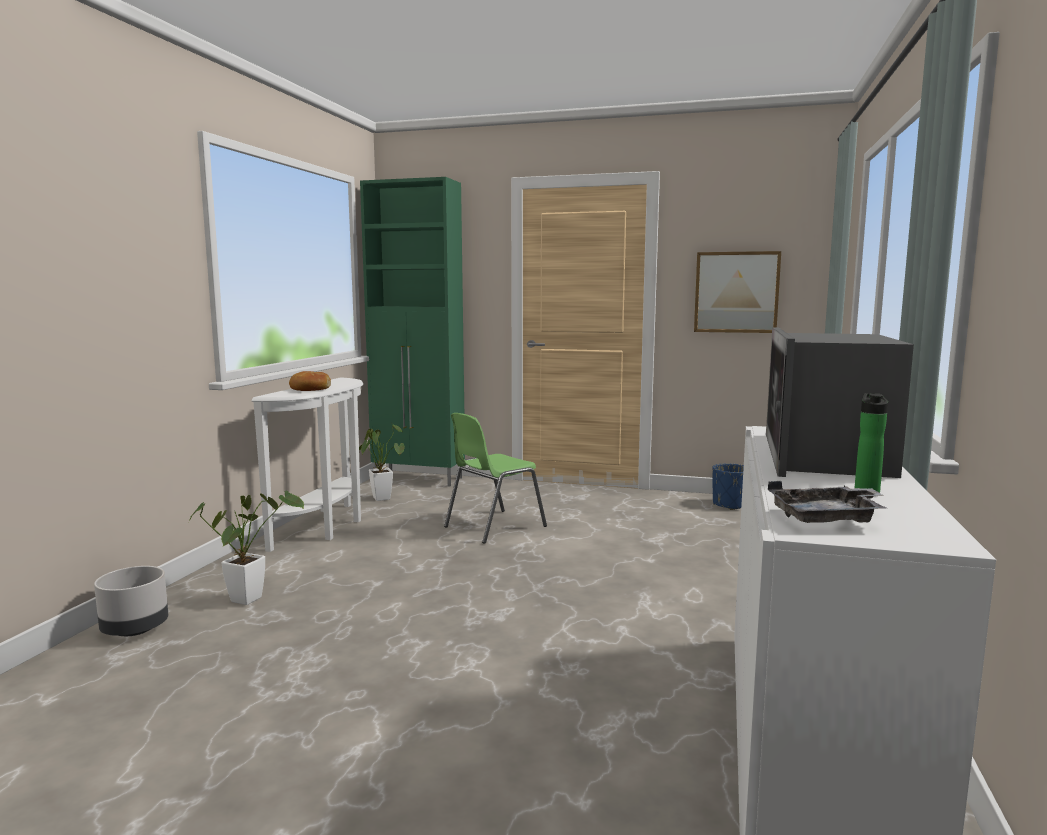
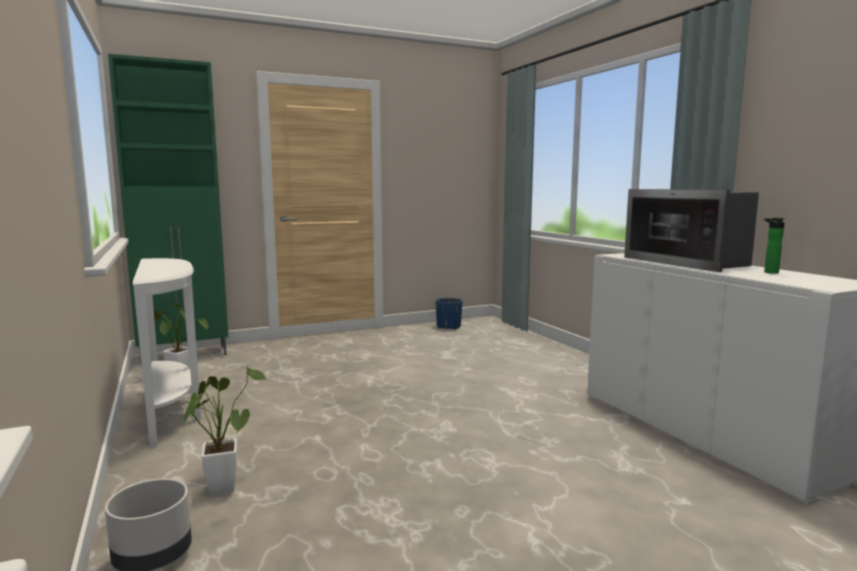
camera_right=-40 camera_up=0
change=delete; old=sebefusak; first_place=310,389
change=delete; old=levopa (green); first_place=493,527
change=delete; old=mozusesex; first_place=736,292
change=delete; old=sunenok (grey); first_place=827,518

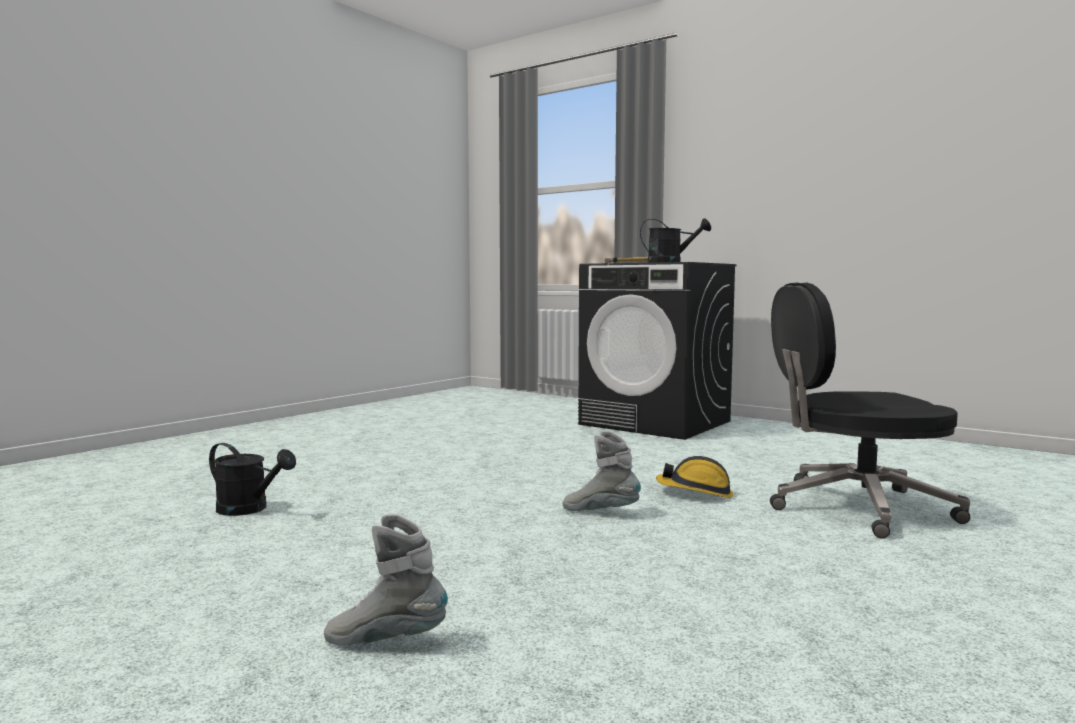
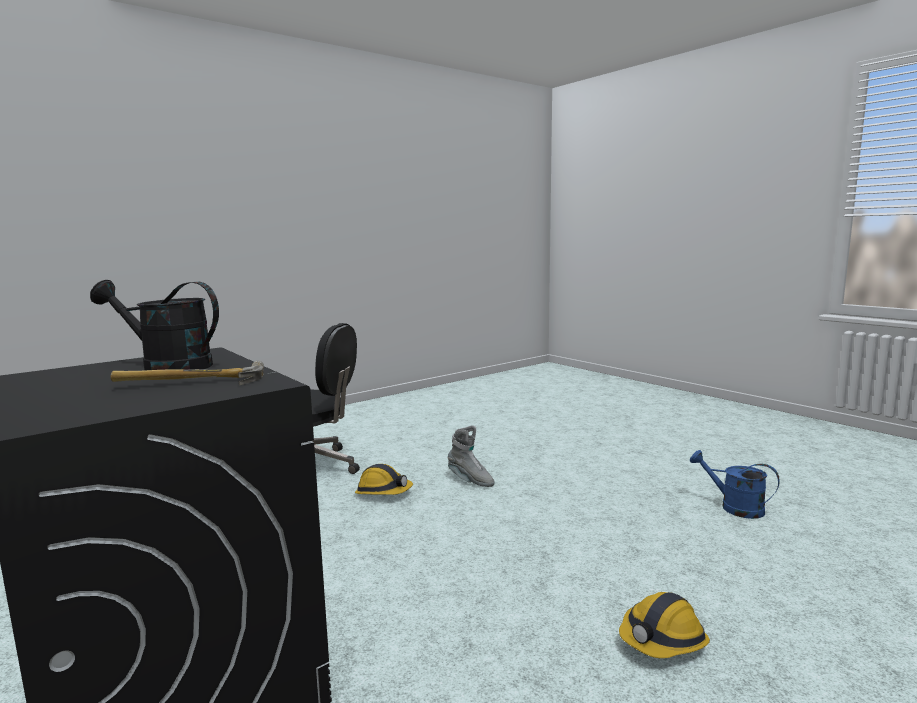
camera_right=-165 camera_up=5
change=insert; new=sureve; second_place=662,640
change=recolor; old=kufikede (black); new=kufikede (blue); first_place=249,509; second_place=734,507
change=delete; old=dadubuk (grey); first_place=386,640

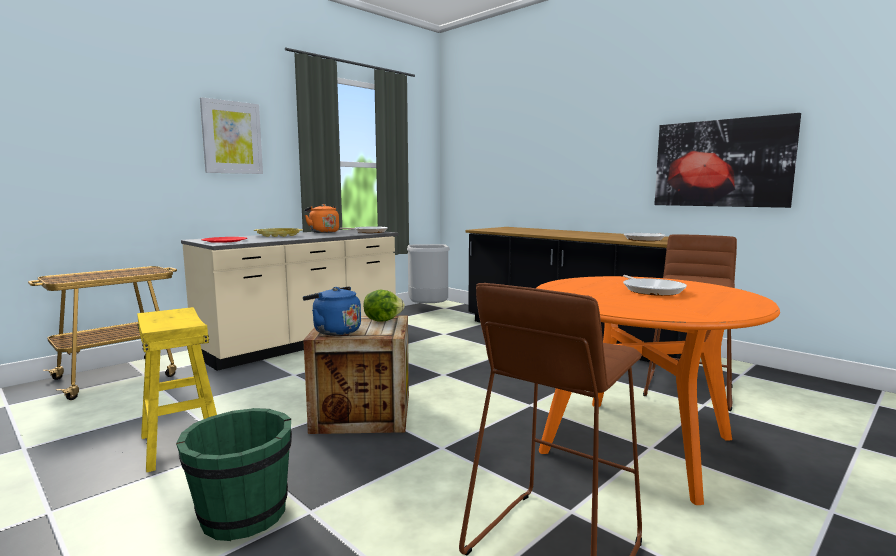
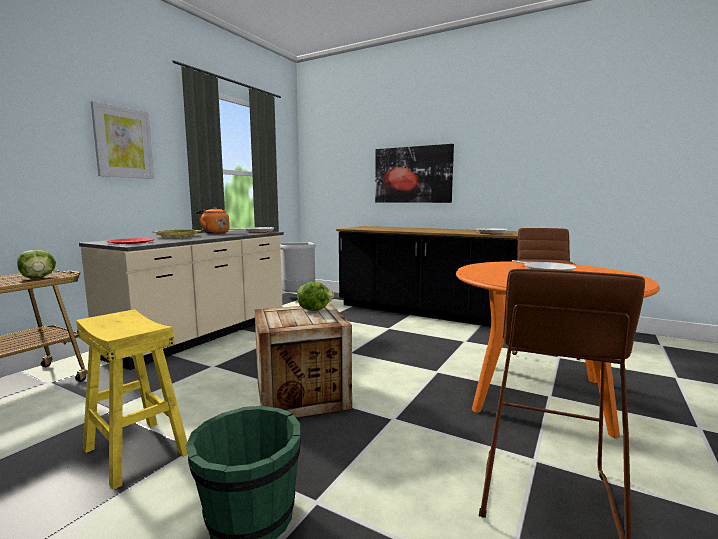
camera_right=-15 camera_up=0
change=insert; new=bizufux; second_place=38,278
change=move; old=mozusesex; first_place=721,163; second_place=412,175
change=delete; old=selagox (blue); first_place=334,331

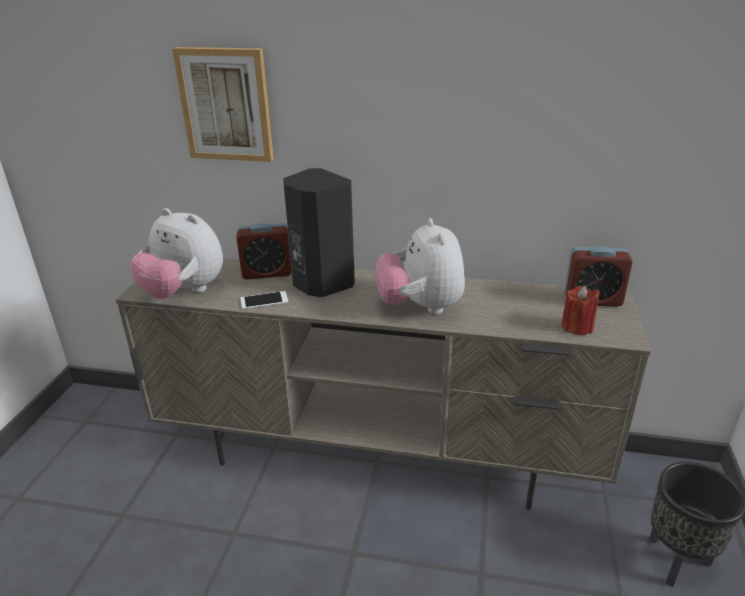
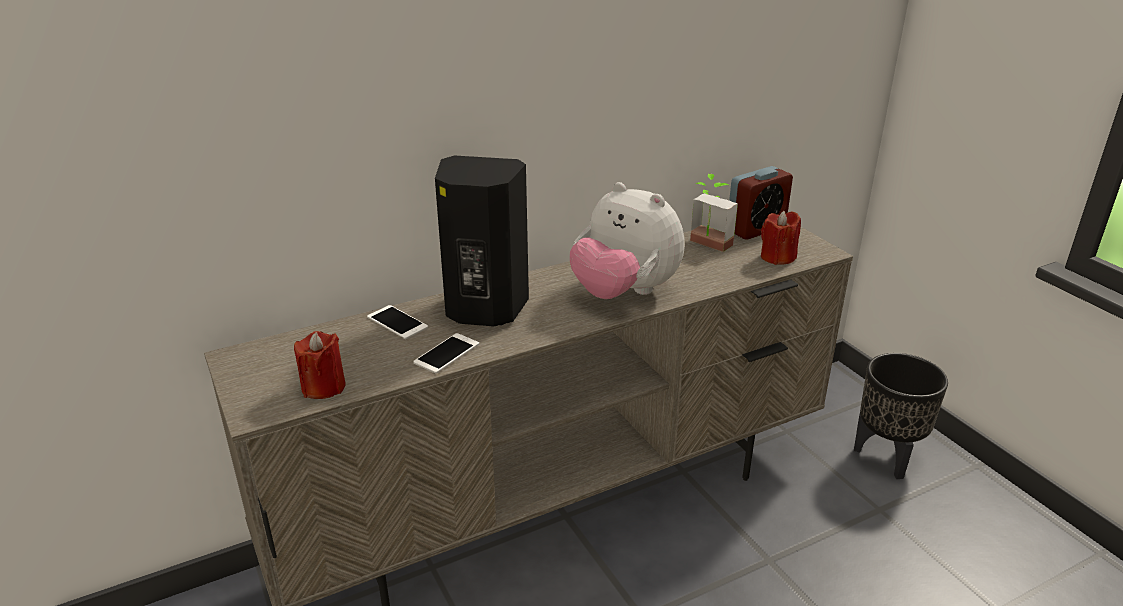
camera_right=-40 camera_up=0
change=replace; old=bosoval; new=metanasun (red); first_place=184,292; second_place=323,387
change=replace; old=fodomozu; new=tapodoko; first_place=267,273; second_place=397,322
change=insert; new=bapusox; second_place=707,245
change=delete; old=mozusesex; first_place=226,104

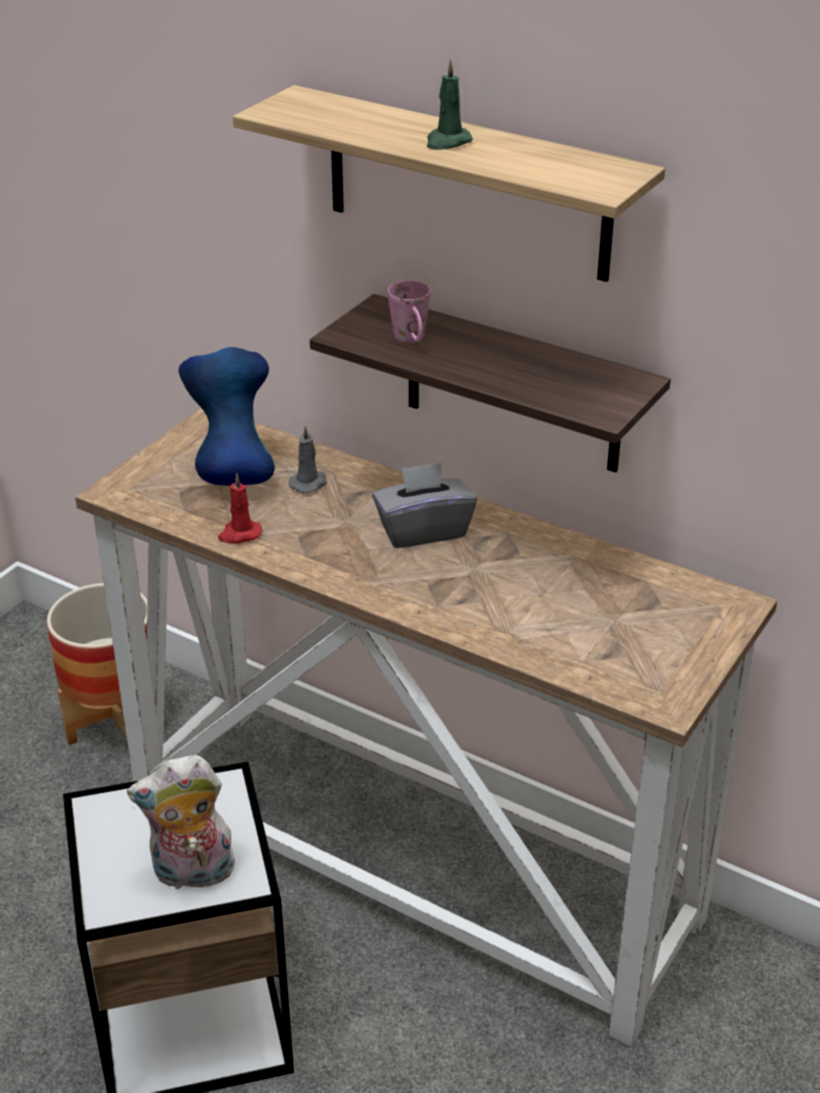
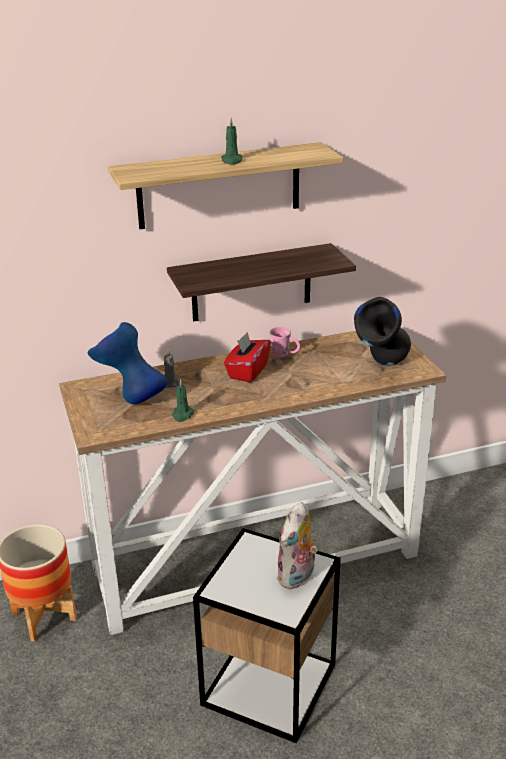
camera_right=-50 camera_up=-5
change=recolor; old=metanasun (red); new=metanasun (green); first_place=239,534; second_place=182,415
change=recolor; old=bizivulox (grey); new=bizivulox (red); first_place=423,530; second_place=247,371
change=move; old=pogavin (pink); first_place=412,340; second_place=285,354
change=insert; new=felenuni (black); second_place=381,367

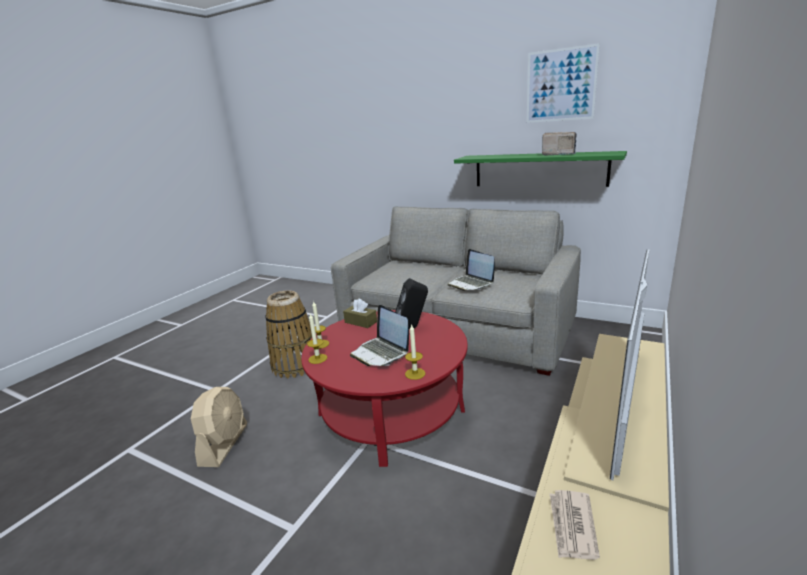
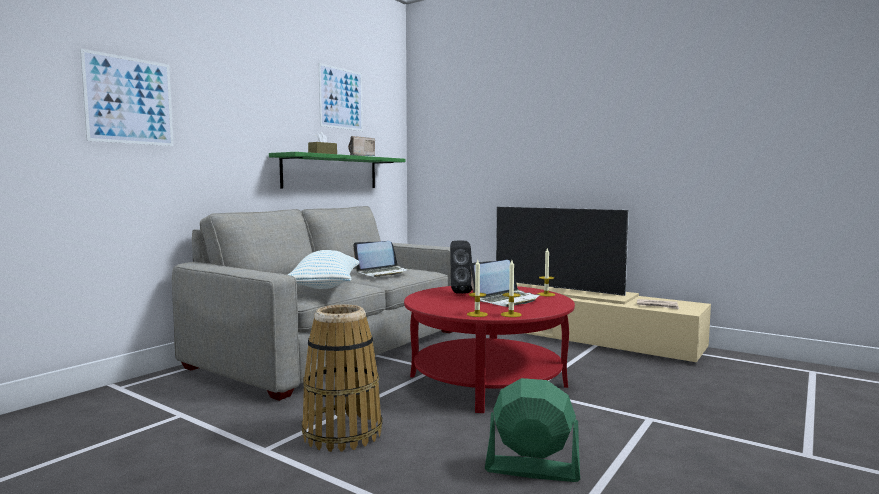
camera_right=-85 camera_up=-15
change=insert; new=mozusesex; second_place=129,100
change=insert; new=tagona; second_place=325,286
change=move; old=bizivulox (brown); first_place=360,322; second_place=322,154
change=recolor; old=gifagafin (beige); new=gifagafin (green); first_place=224,444; second_place=531,469

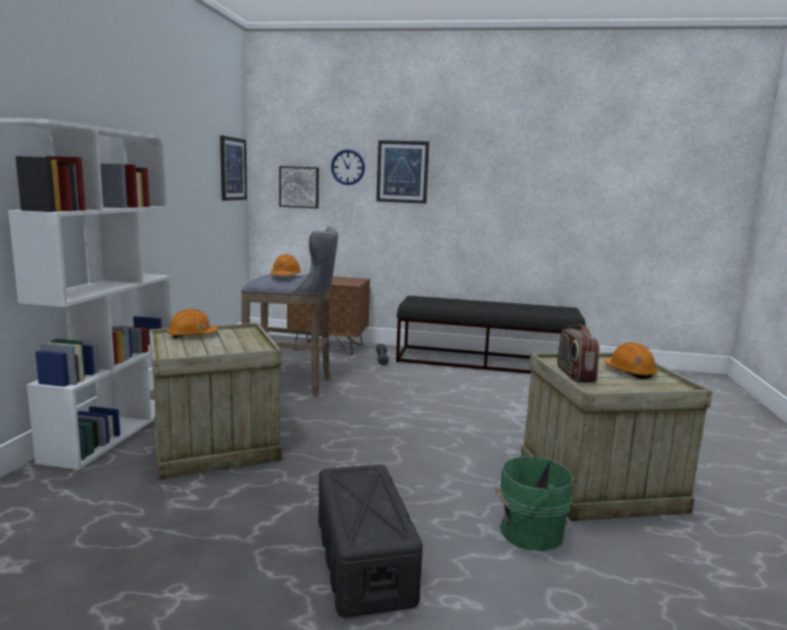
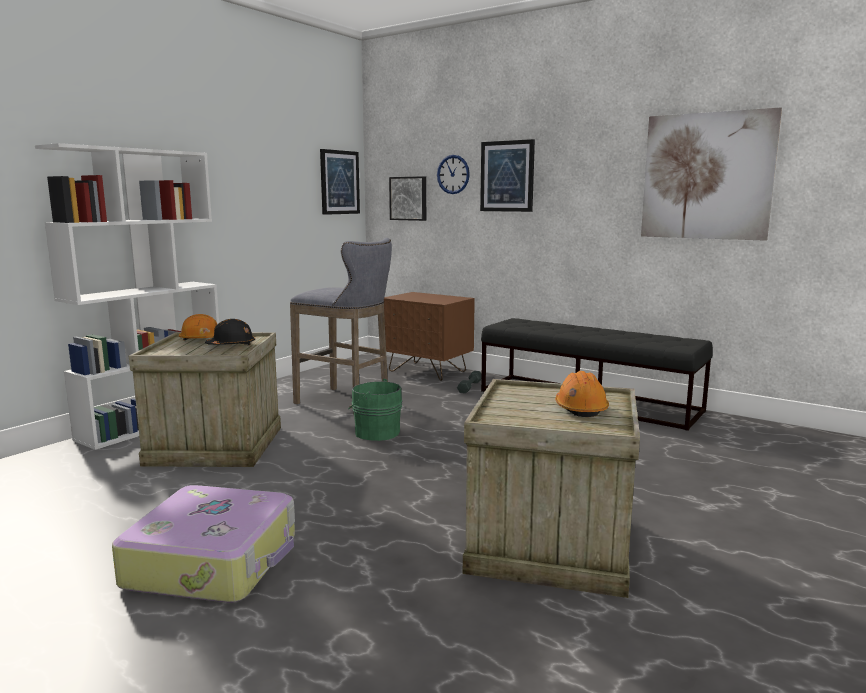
camera_right=25 camera_up=0
change=replace; old=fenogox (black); new=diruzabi; first_place=363,559; second_place=215,561
change=insert; new=sureve (black); second_place=231,345
change=move; old=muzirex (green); first_place=528,532; second_place=375,432
change=insert; new=mozusesex; second_place=707,176
change=delete; old=sureve (orange); first_place=285,276
change=delete; old=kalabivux; first_place=574,374

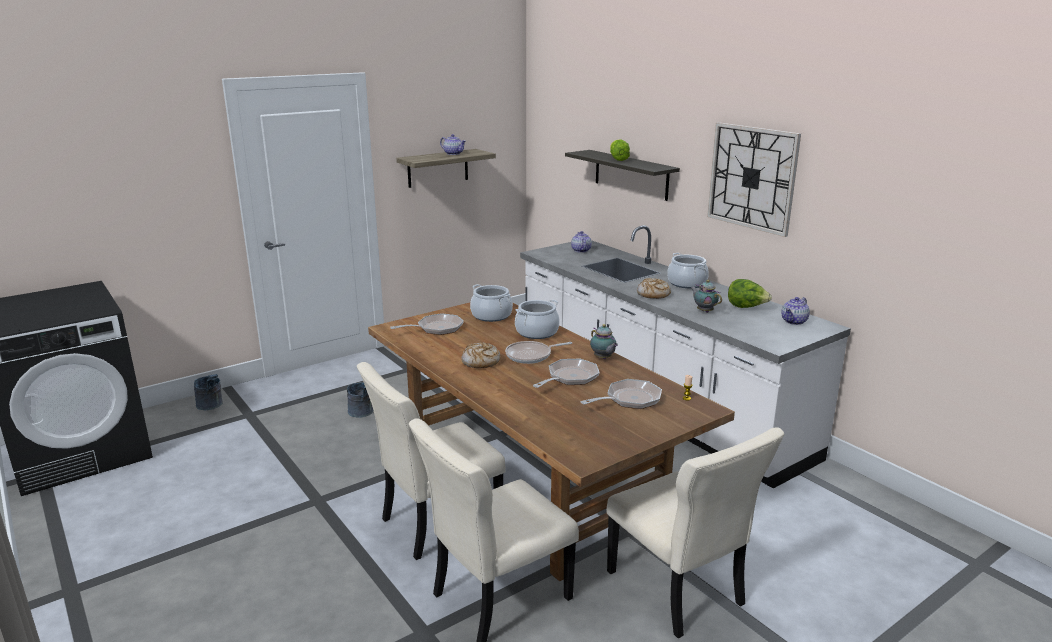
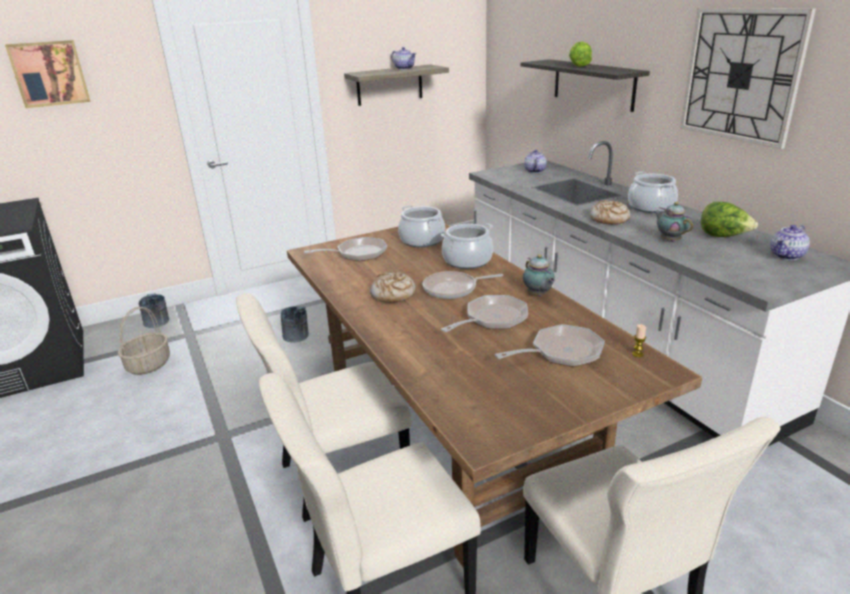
camera_right=10 camera_up=5
change=insert; new=mozusesex; second_place=49,73
change=insert; new=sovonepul; second_place=149,365

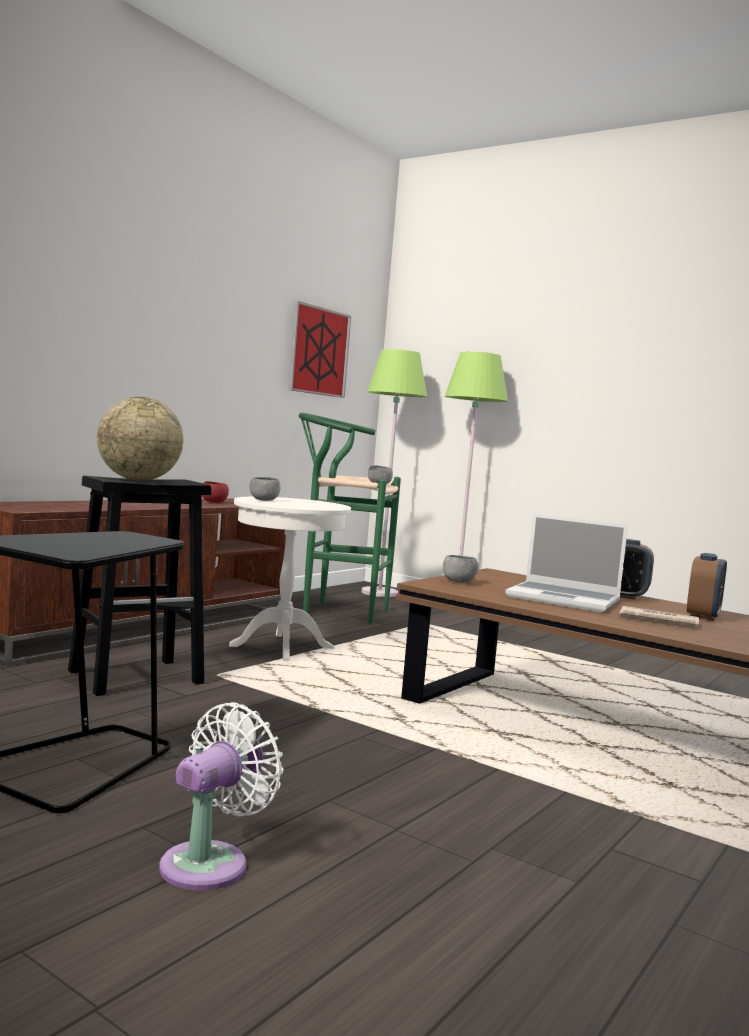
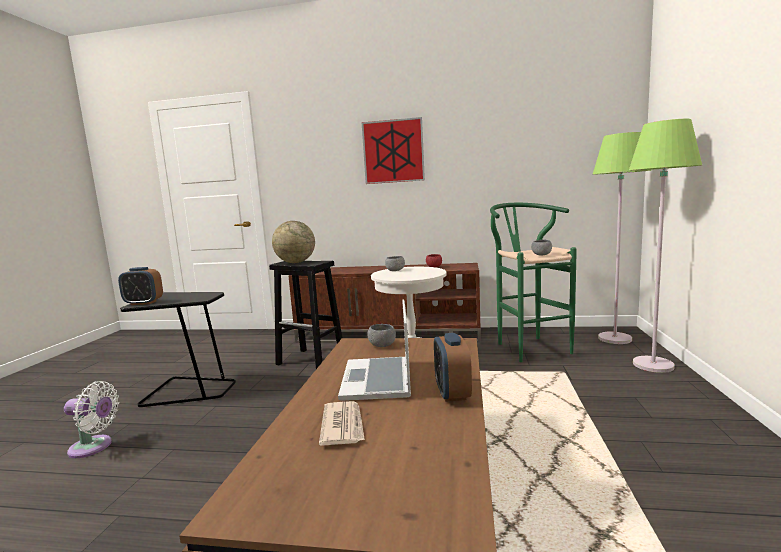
camera_right=65 camera_up=5
change=move; old=fodomozu; first_place=703,616; second_place=143,303
change=move; old=mozusesex; first_place=318,351; second_place=393,151

